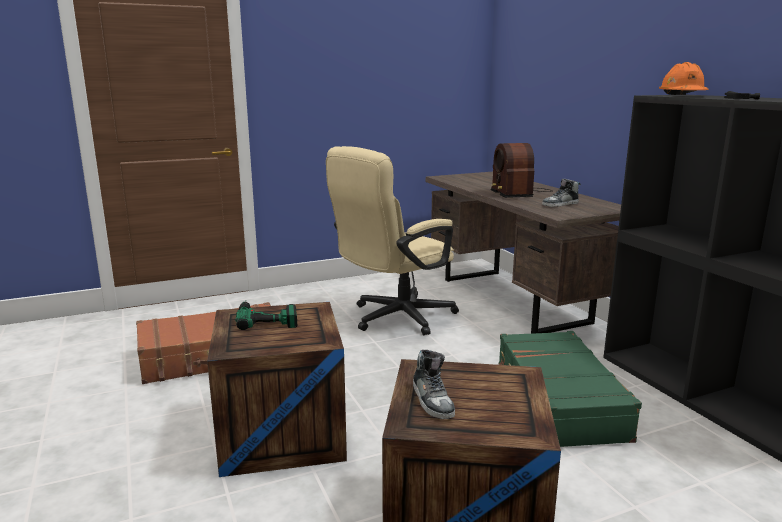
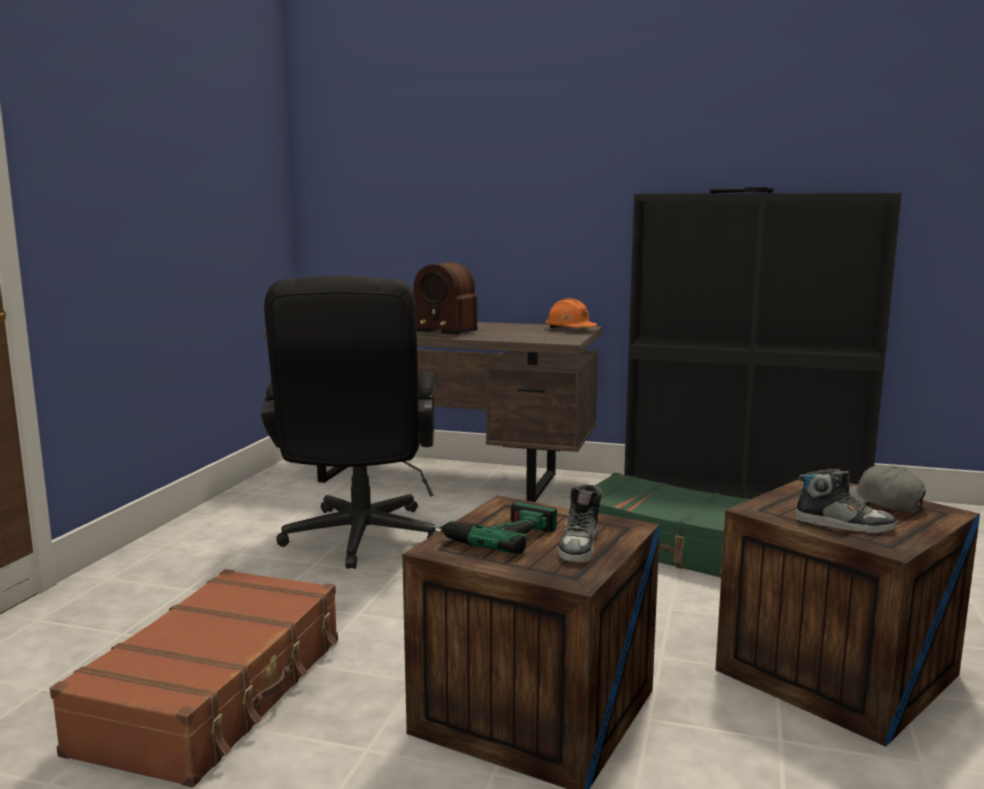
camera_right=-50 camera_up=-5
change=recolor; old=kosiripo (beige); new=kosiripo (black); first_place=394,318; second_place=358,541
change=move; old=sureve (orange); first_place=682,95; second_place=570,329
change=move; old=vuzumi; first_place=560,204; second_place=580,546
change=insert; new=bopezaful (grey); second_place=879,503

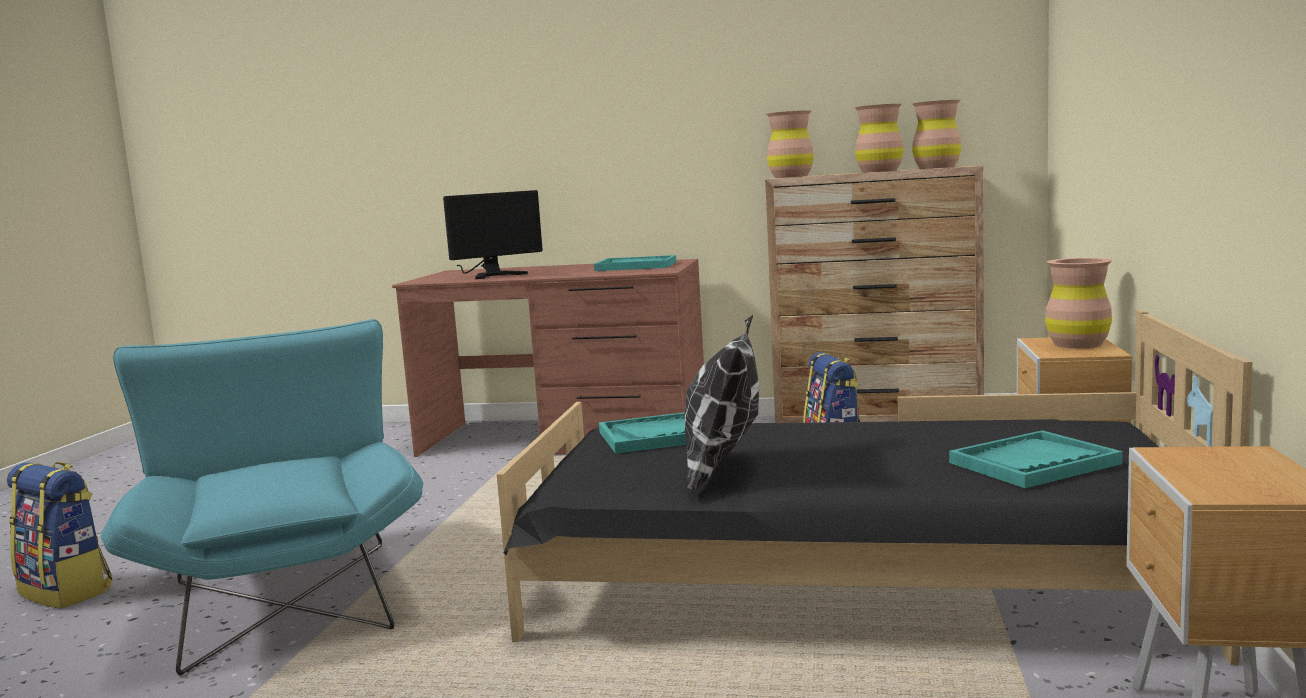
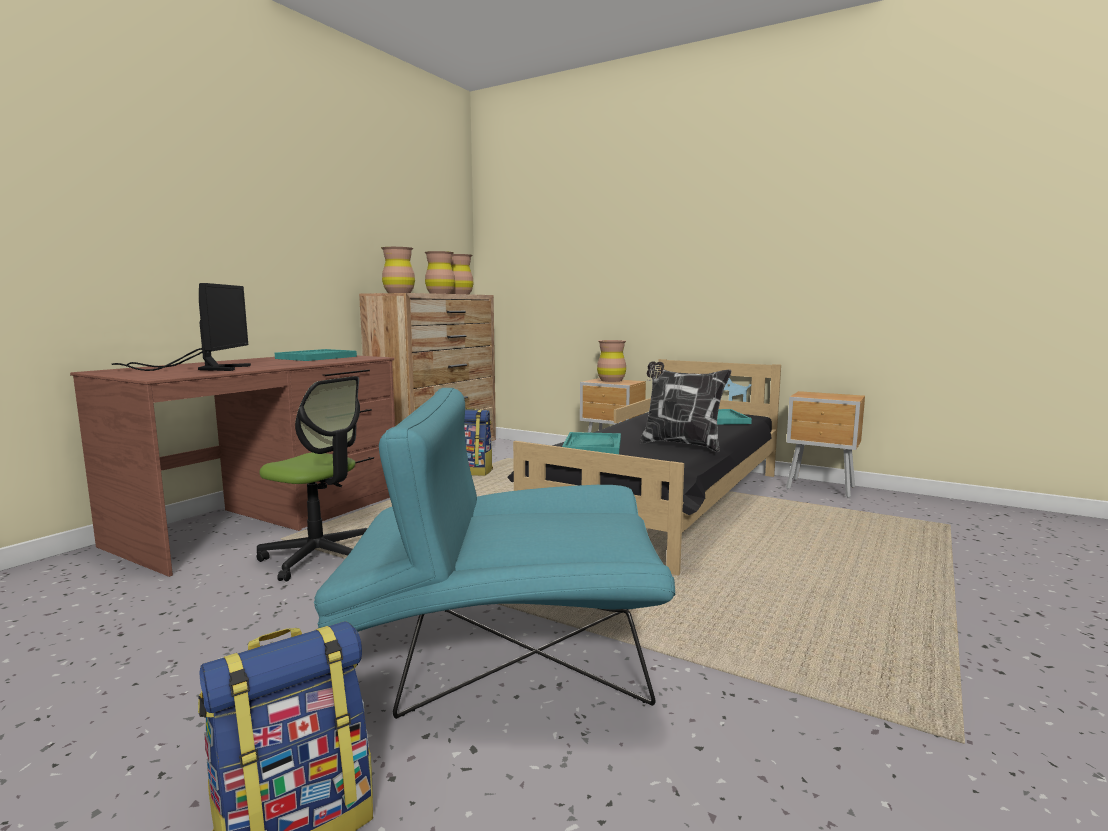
camera_right=-70 camera_up=0
change=insert; new=kosiripo; second_place=319,557

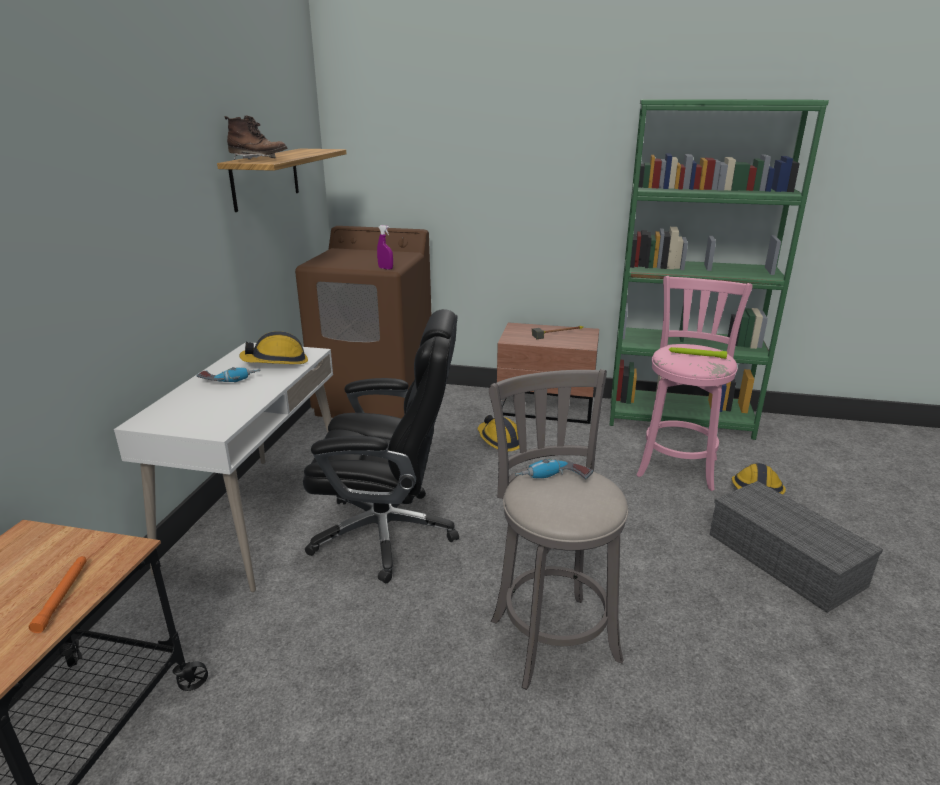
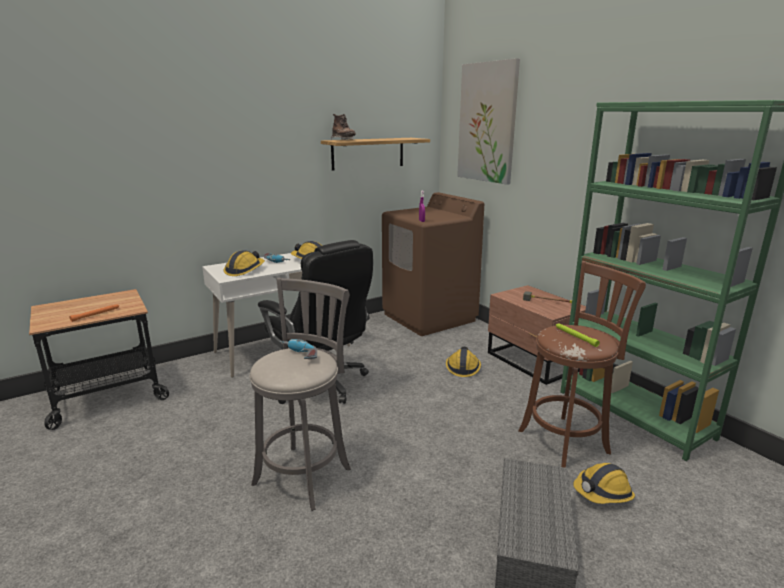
camera_right=45 camera_up=-5
change=insert; new=sureve; second_place=244,270
change=insert; new=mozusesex; second_place=487,123
change=recolor; old=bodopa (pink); new=bodopa (brown); first_place=678,465; second_place=567,440

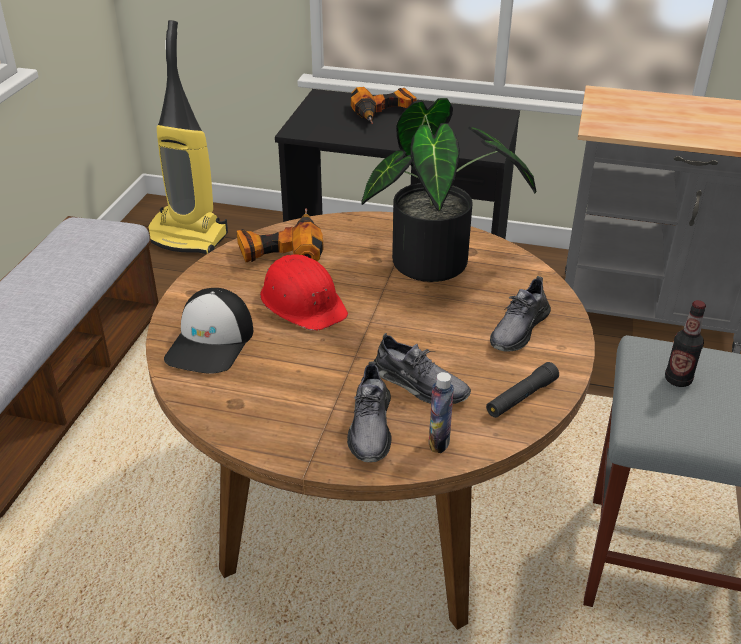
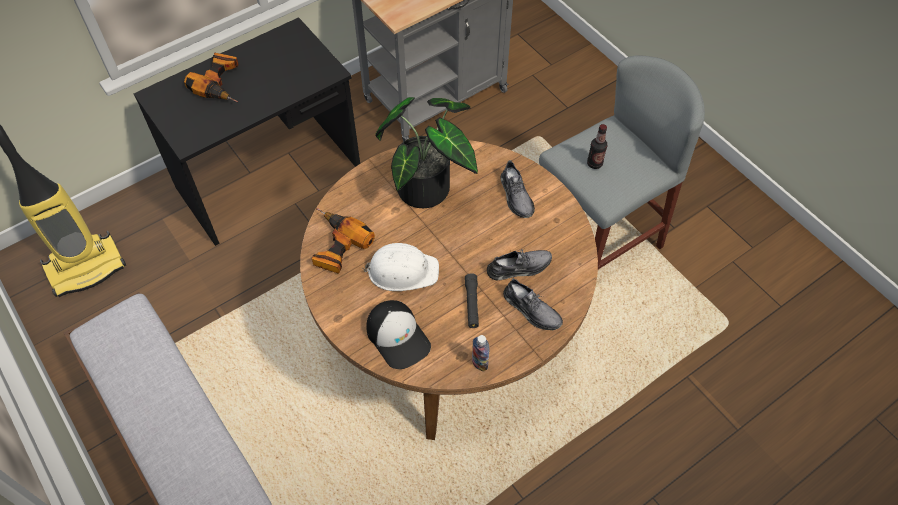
camera_right=-50 camera_up=20
change=recolor; old=sureve (red); new=sureve (white); first_place=303,302; second_place=402,270
change=move; old=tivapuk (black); first_place=521,397; second_place=472,304
change=move; old=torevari; first_place=439,442; second_place=479,363

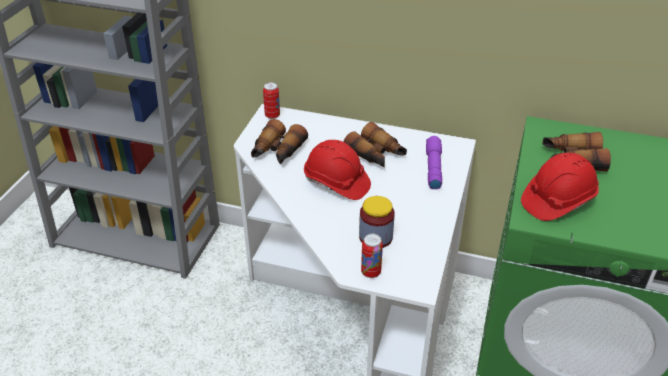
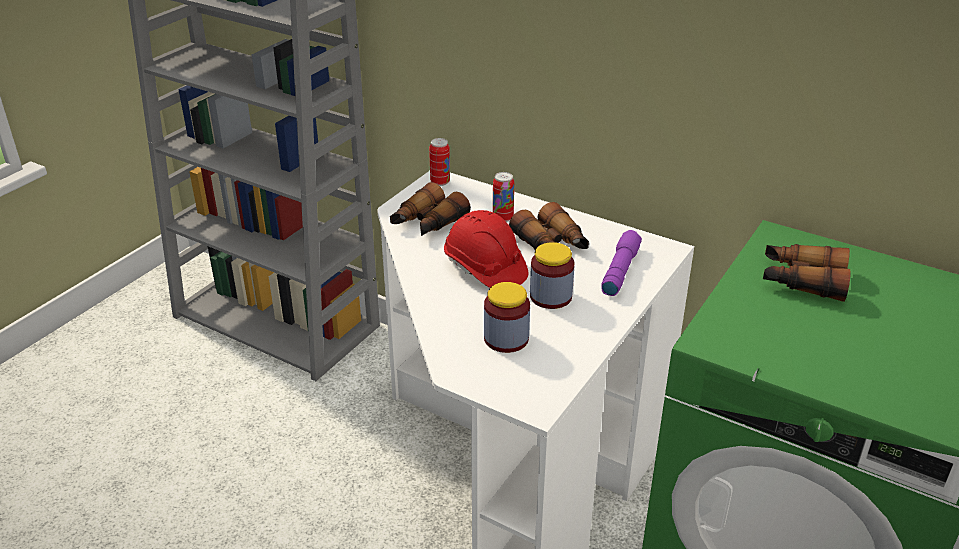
camera_right=15 camera_up=-5
change=move; old=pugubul; first_place=371,272; second_place=503,218
change=insert; new=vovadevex; second_place=550,296
change=delete; old=sureve (red); first_place=557,200

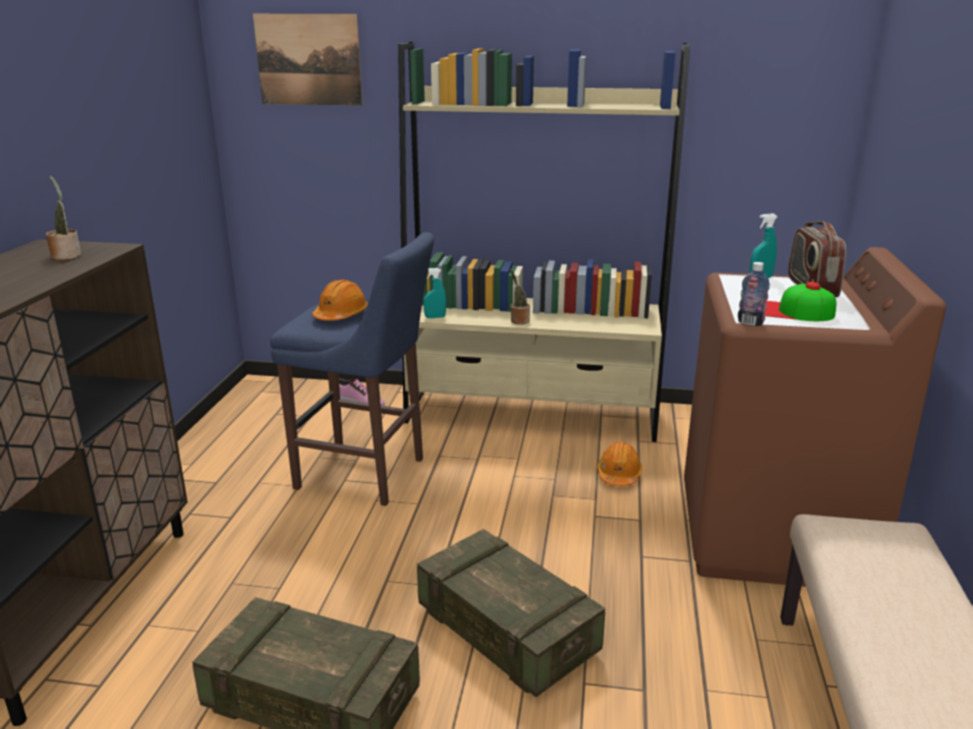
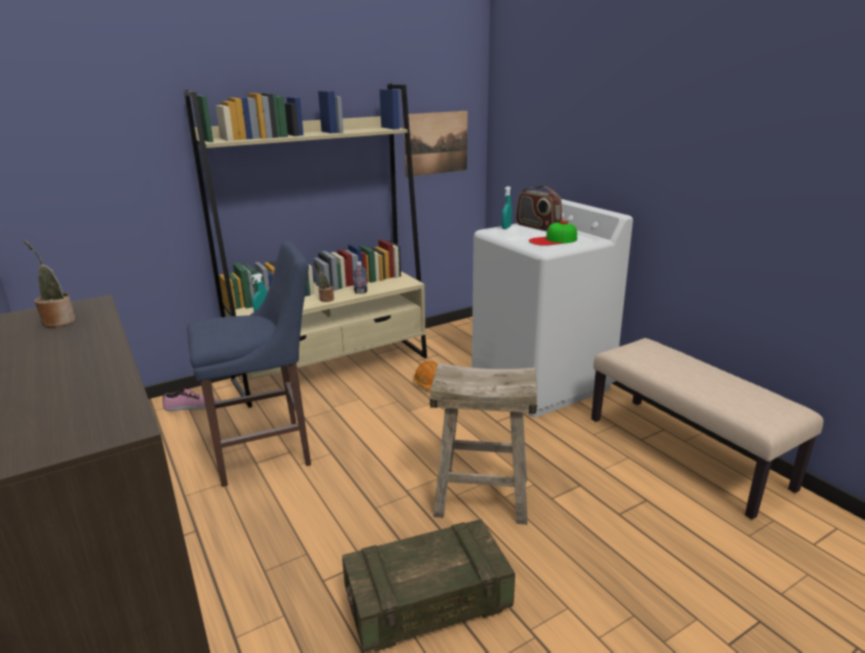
camera_right=-40 camera_up=0
change=move; old=torevari; first_place=750,323; second_place=361,292
change=move; old=mozusesex; first_place=308,60; second_place=436,143
change=replace; old=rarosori; new=bodopa (beige); first_place=506,632; second_place=482,496
change=recolor; old=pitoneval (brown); new=pitoneval (white); first_place=772,536; second_place=541,383
change=delete; old=sureve (orange); first_place=341,315

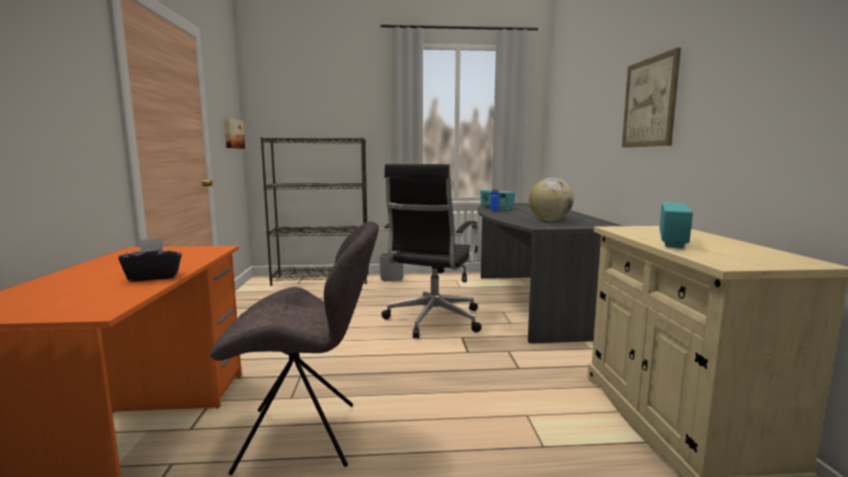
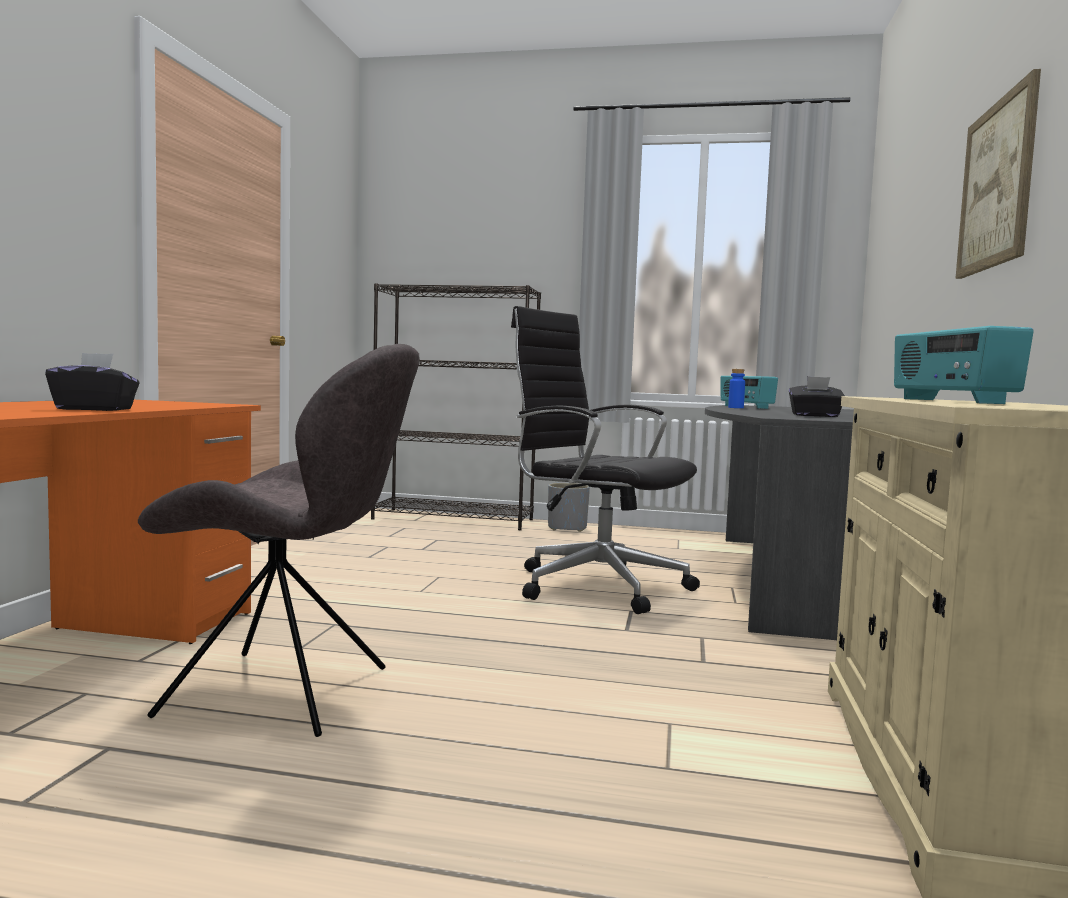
camera_right=15 camera_up=-5
change=rotate; old=kosiripo (black); first_place=432,321; second_place=596,585; degrees=90
change=replace; old=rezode; new=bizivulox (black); first_place=550,220; second_place=815,416
change=rotate; old=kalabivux; first_place=673,242; second_place=950,401; degrees=135
change=delete; old=mozusesex; first_place=233,134

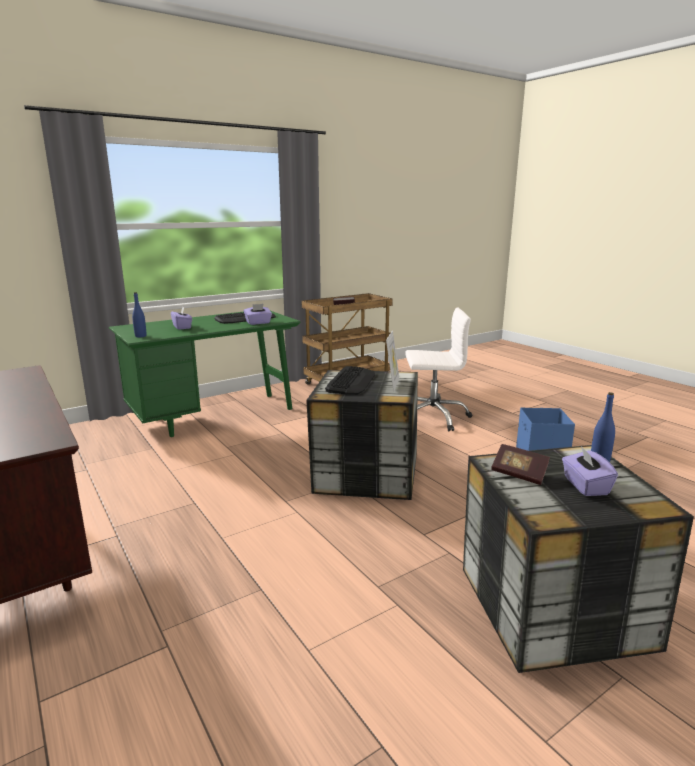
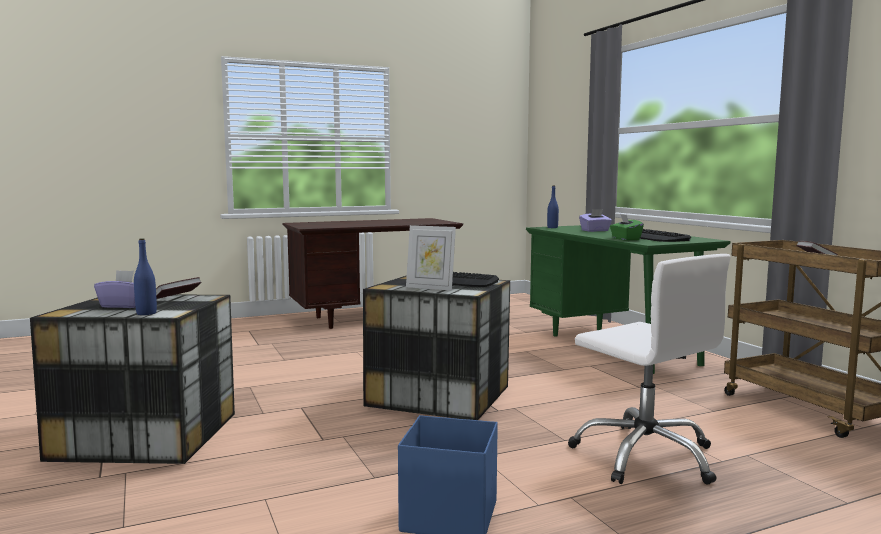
camera_right=100 camera_up=-10
change=rotate; old=kosiripo (white); first_place=432,416; second_place=645,456; degrees=-45
change=recolor; old=bizivulox (purple); new=bizivulox (green); first_place=258,323; second_place=625,239

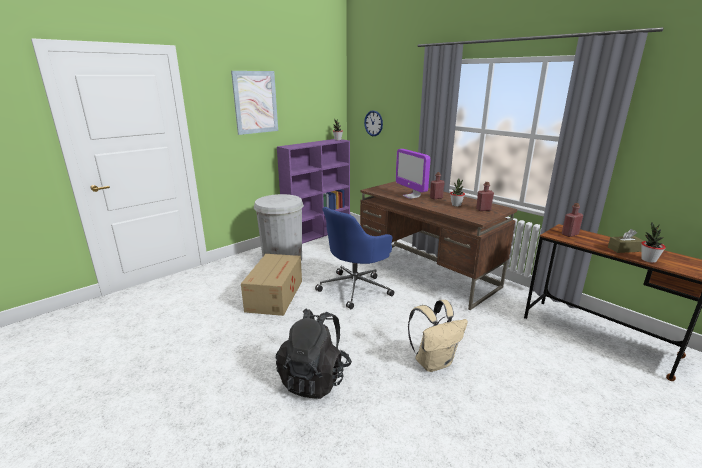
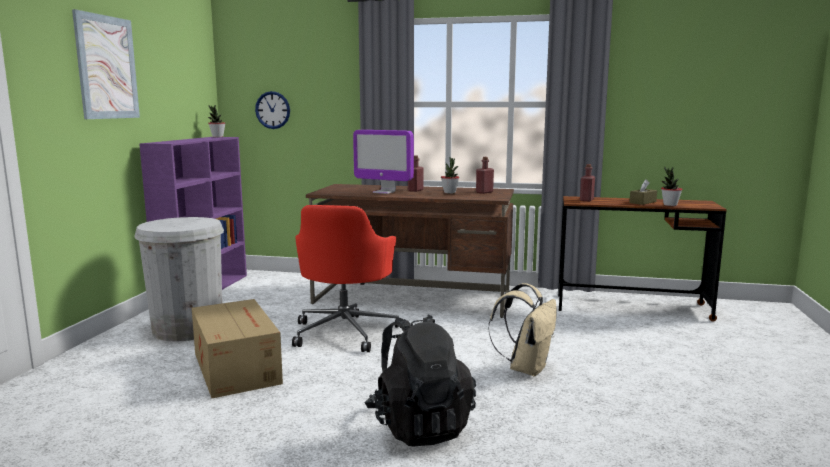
camera_right=-35 camera_up=-10
change=recolor; old=kosiripo (blue); new=kosiripo (red); first_place=355,288; second_place=346,332

